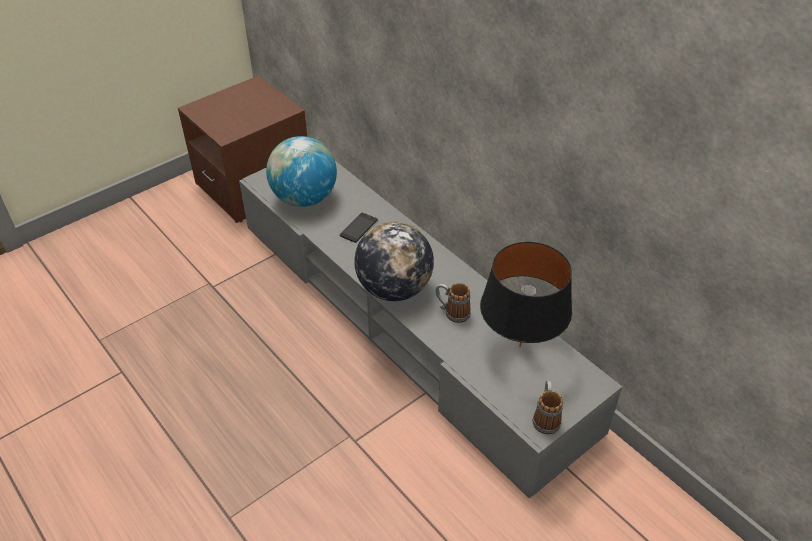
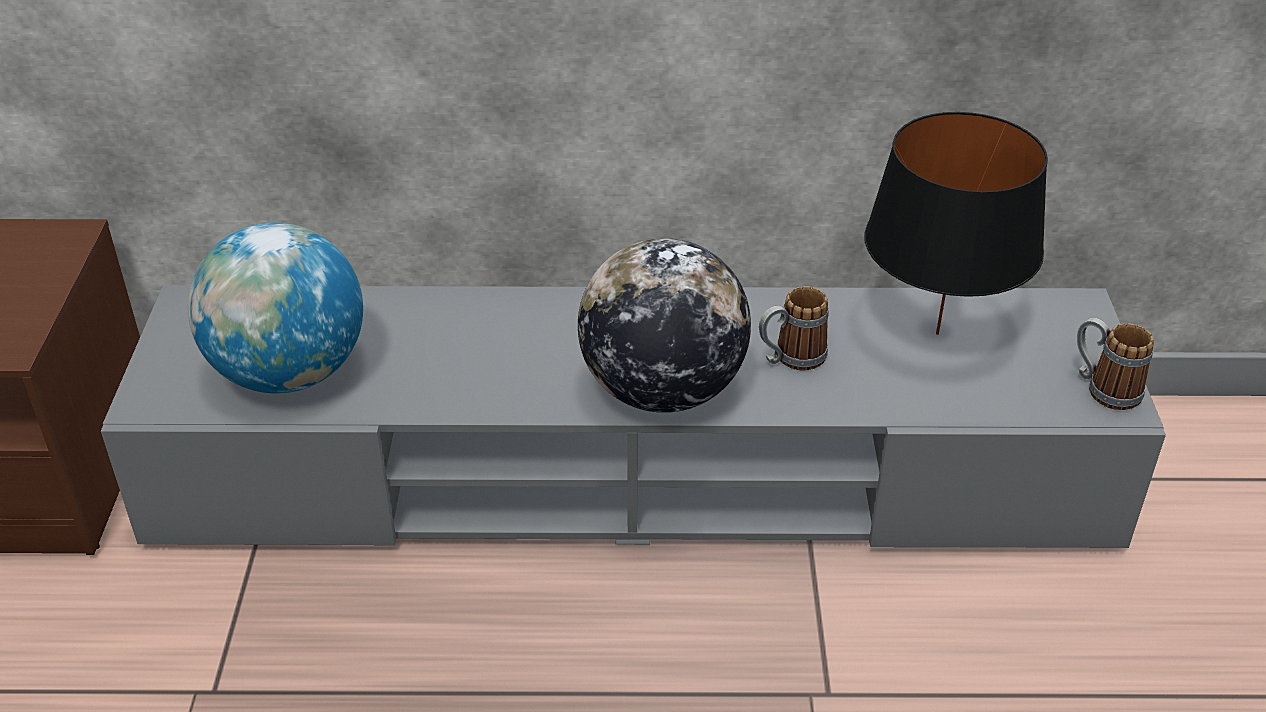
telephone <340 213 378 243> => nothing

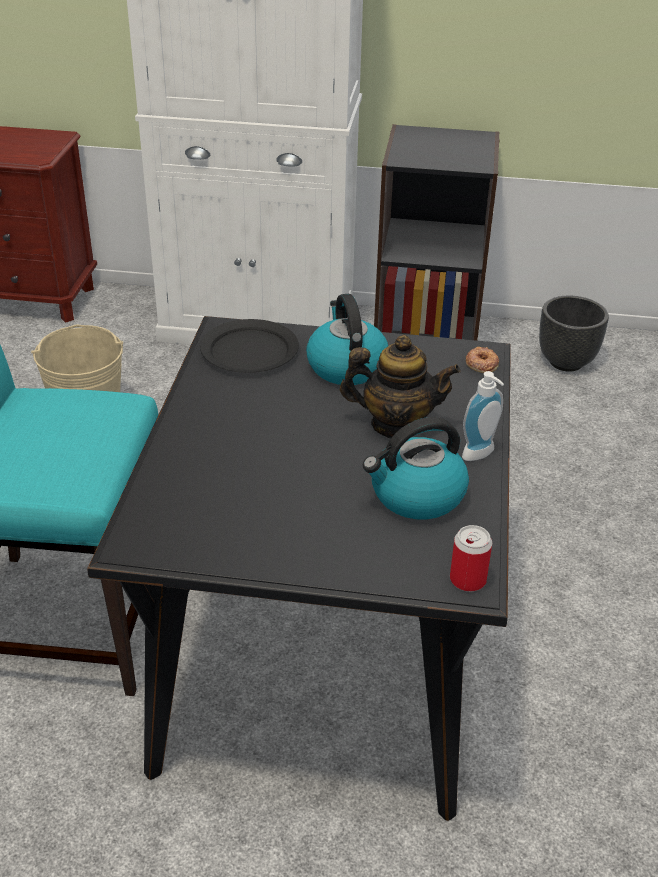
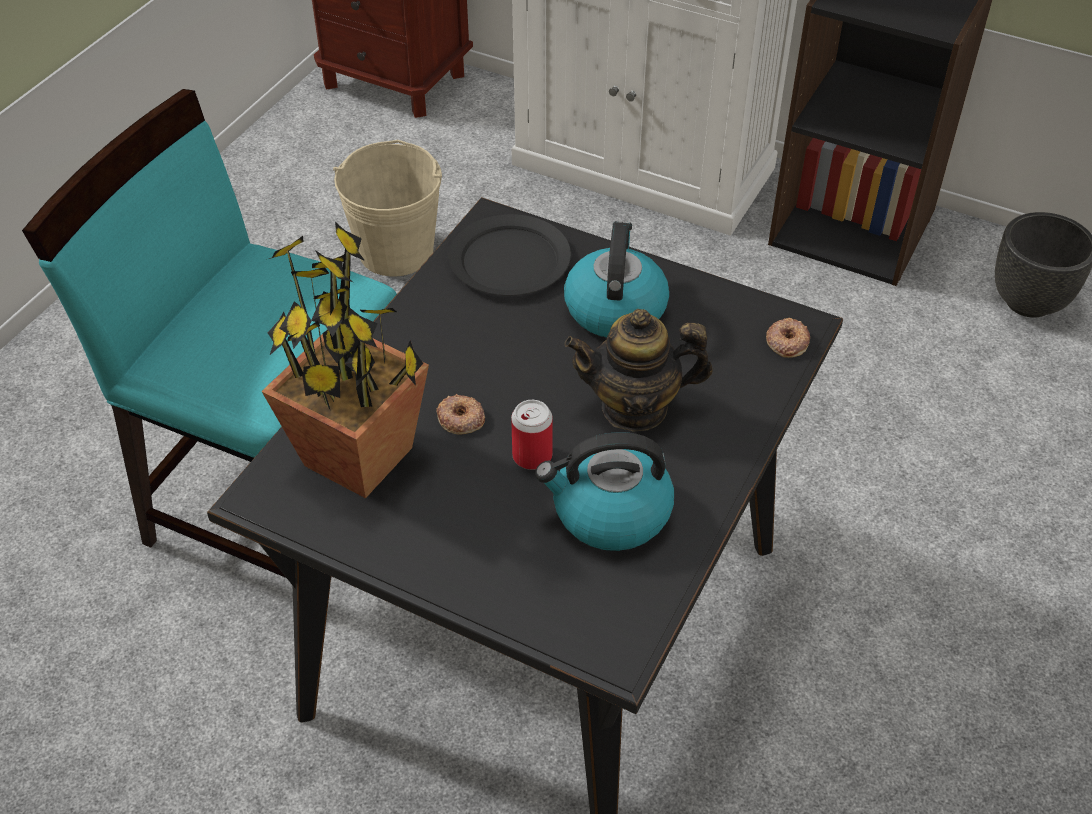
teapot <340 335 460 438> => teapot <564 309 713 432>, 150 degrees clockwise
soap dispenser <462 371 504 461> => nothing
can <450 525 492 592> => can <511 400 553 470>, relocated
nothing => plant in a pot <262 222 429 498>
nothing => ring doughnut <436 394 485 434>

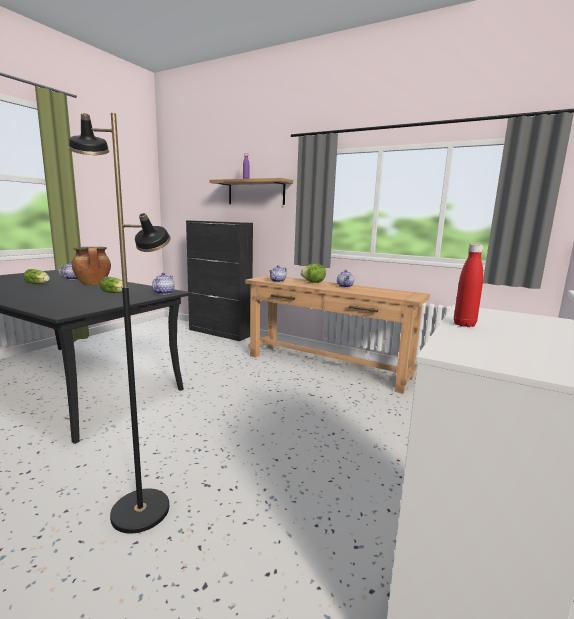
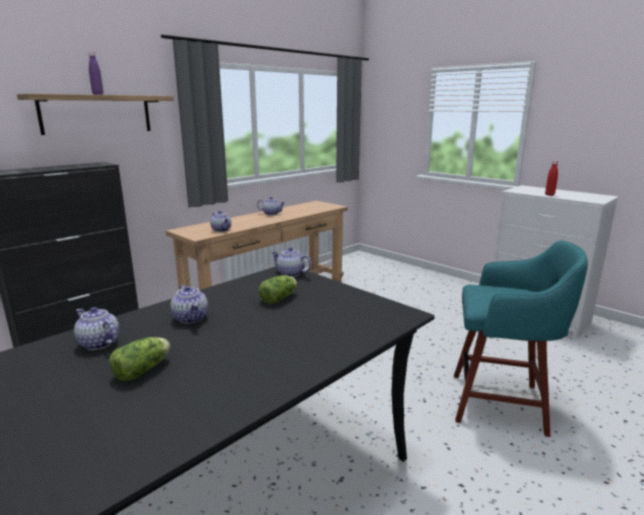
floor lamp/black <68 113 171 534> => stool/turquoise <454 240 588 437>
cooking pot <72 247 111 286> => teapot <170 285 208 324>
lettuce <301 263 326 283> => nothing

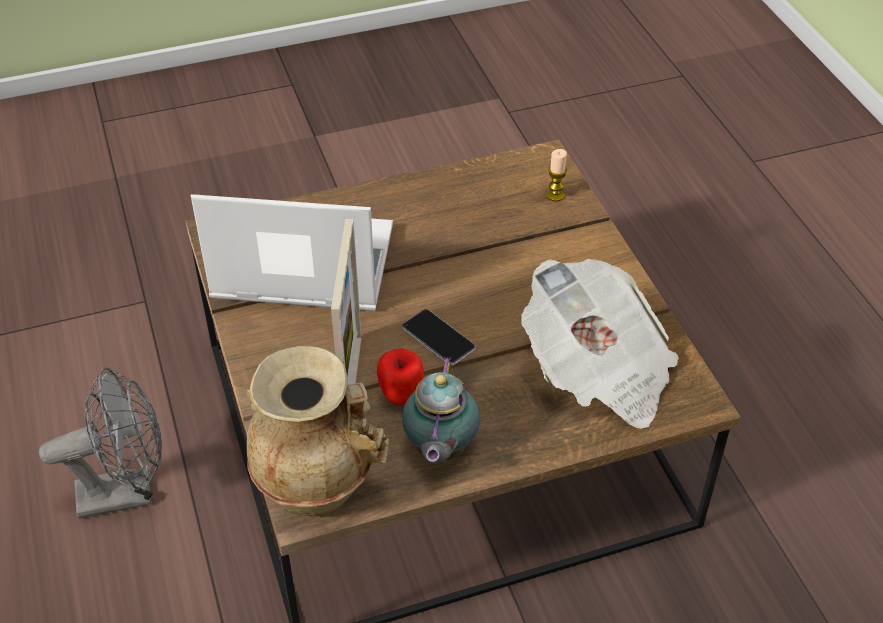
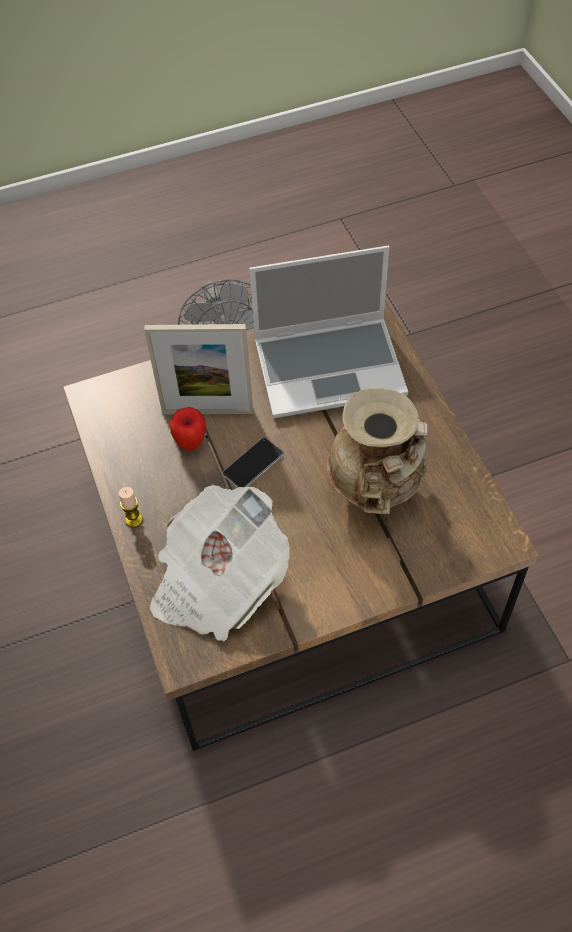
wax candle <546 149 567 202> => wax candle <119 487 143 527>, relocated
laptop <191 194 393 311> => laptop <249 246 408 418>, 75 degrees clockwise
vase/sand-coloured <246 346 389 517> => vase/sand-coloured <327 388 428 514>, relocated
teapot <402 357 480 464> => nothing

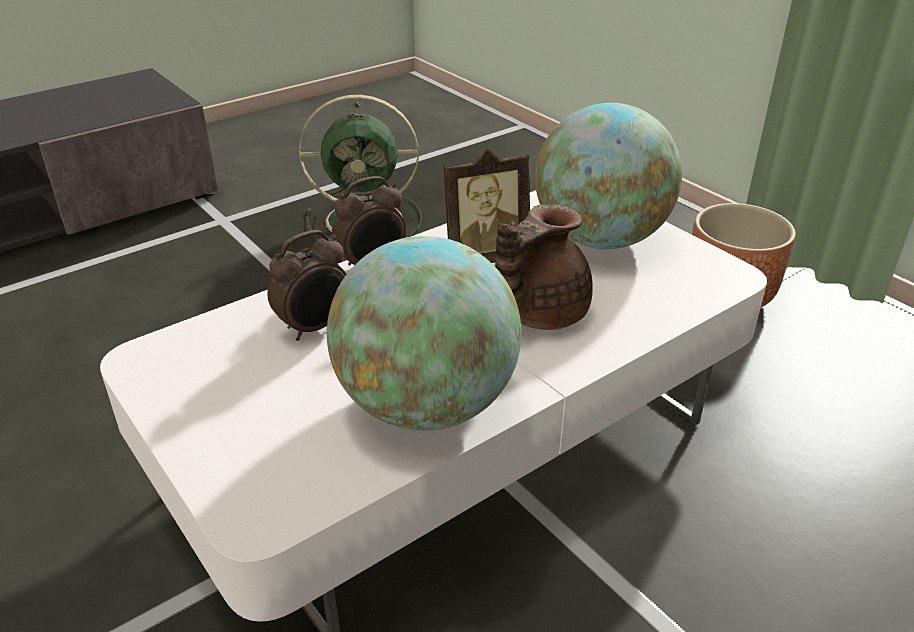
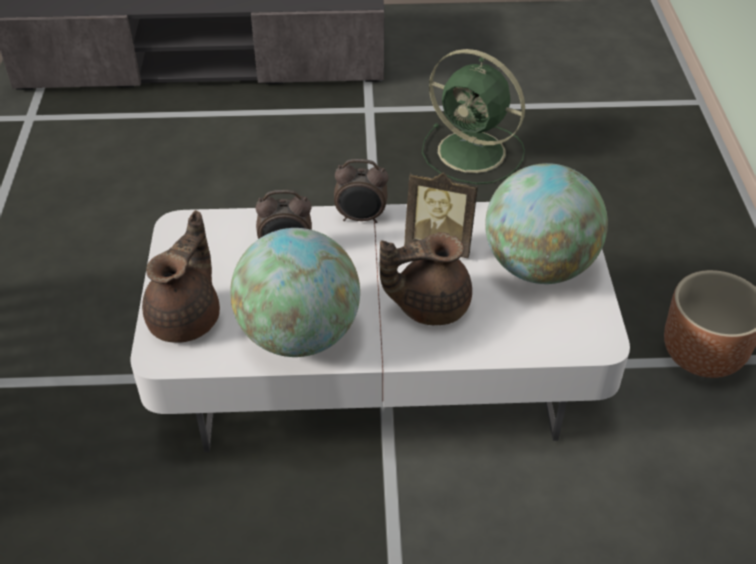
nothing => teapot/brown <142 210 220 343>

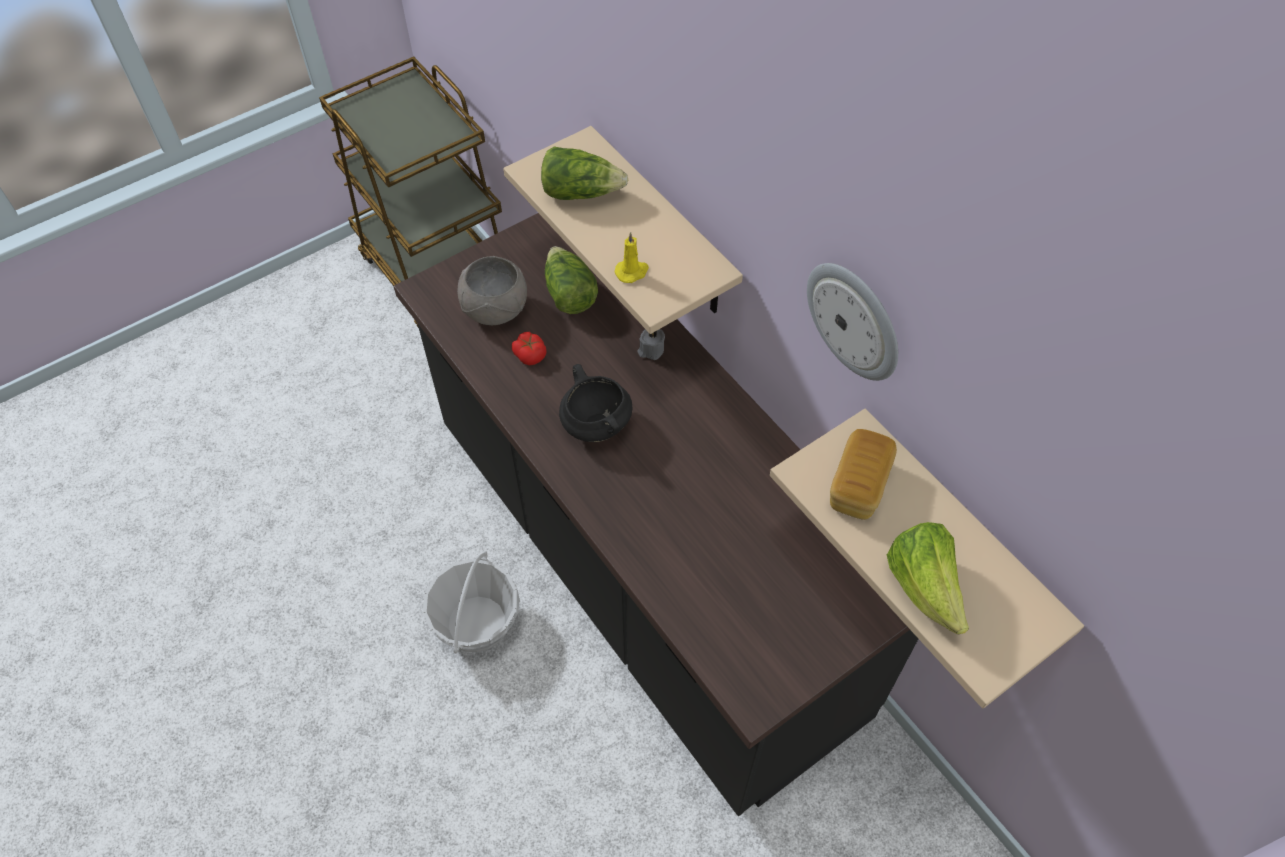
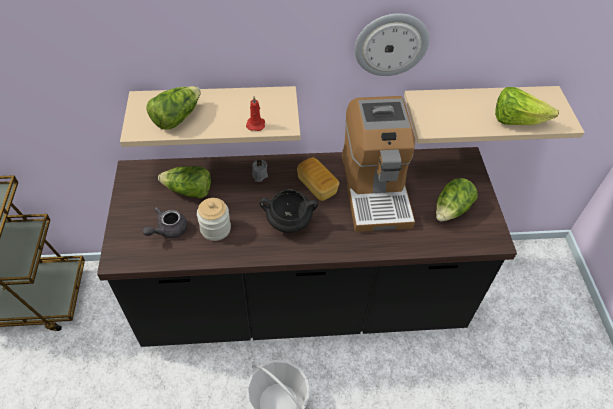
wax candle/yellow-coloured <615 232 649 283> => wax candle/red <246 96 265 131>
deep dish/gray <457 256 527 325> => teapot/gray <143 207 188 238>
tomato <512 332 547 365> => jar <197 198 231 241>
bakery bread <830 429 897 520> => bakery bread <297 157 339 201>, relocated
nothing => coffee machine <342 96 415 232>
nothing => lettuce <436 178 478 222>

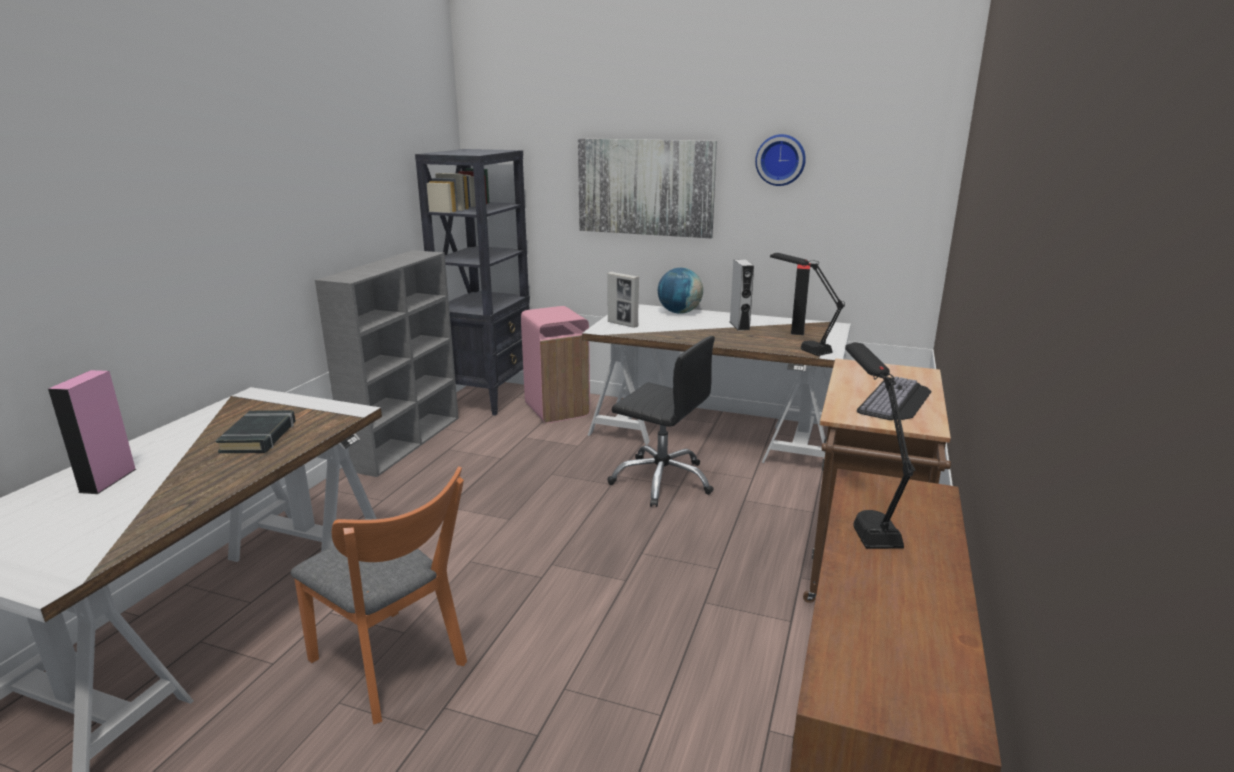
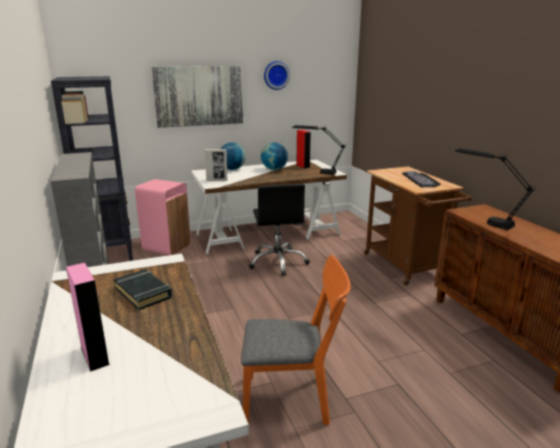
loudspeaker/gray <730 259 754 331> => world globe <261 143 288 170>
office chair/black <607 336 715 507> => office chair/black <249 184 310 276>, 90 degrees clockwise

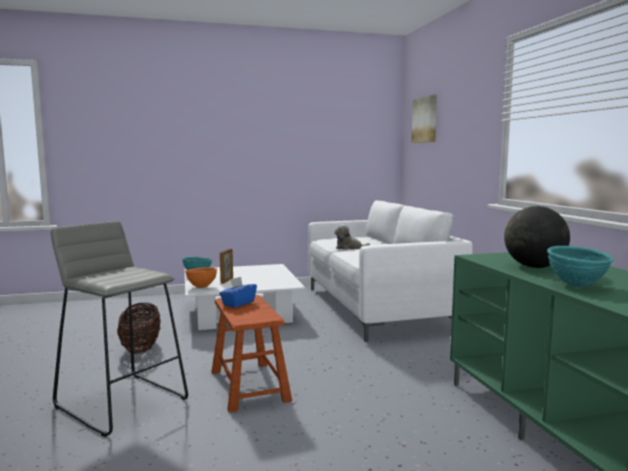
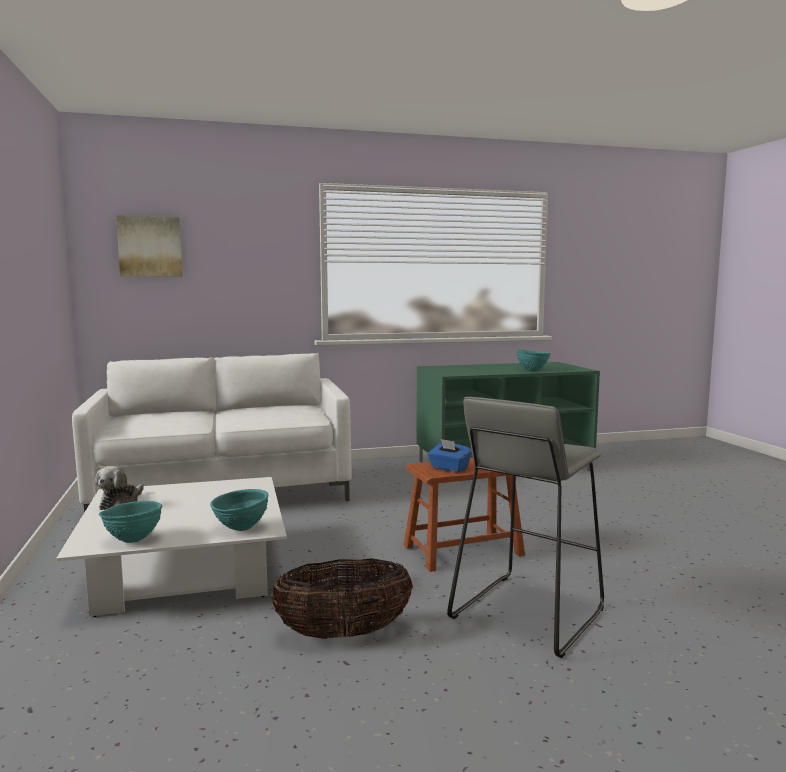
world globe <504 206 570 268> => nothing
plush toy <334 224 370 250> => plush toy <95 466 144 510>, relocated
picture frame <220 248 233 284> => nothing
deep dish/orange-coloured <185 267 217 288> => deep dish/turquoise <210 489 268 531>

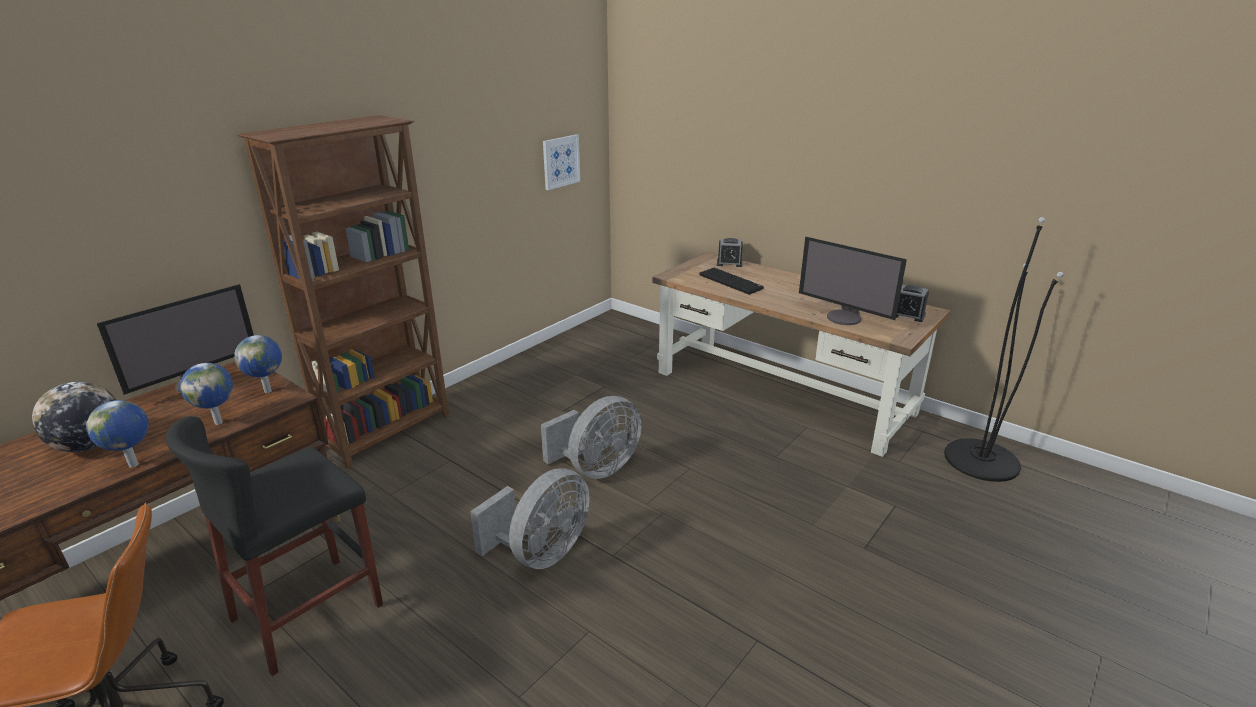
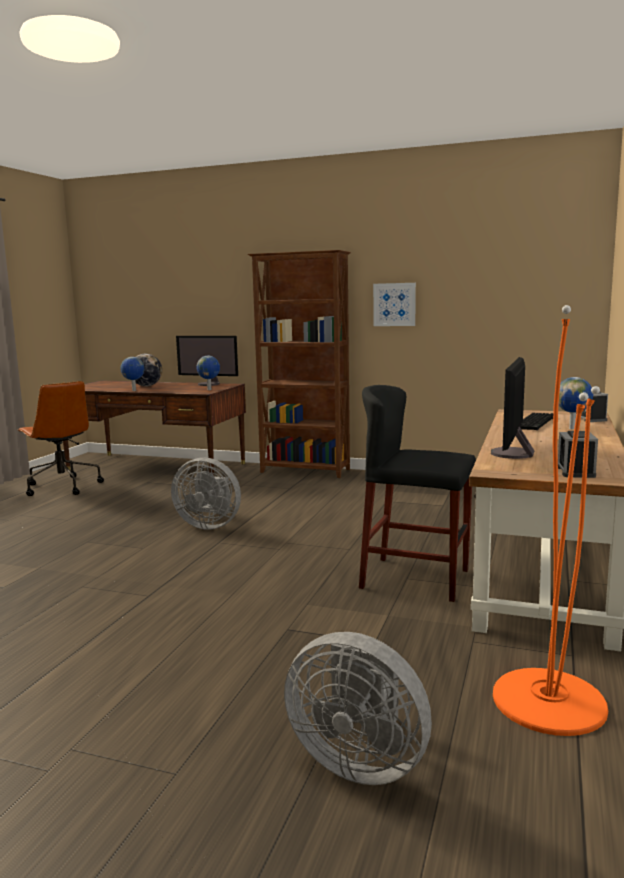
wall picture <543 134 580 190> => wall picture <373 283 416 326>, relocated
floor lamp/black <944 217 1063 482> => floor lamp/orange-coloured <493 305 608 736>
world globe <180 363 233 425> => world globe <558 377 593 429>, relocated
cooling fan/gray <541 396 642 479> => cooling fan/gray <284 632 432 785>, relocated
stool/black <165 416 383 676> => stool/black <359 385 476 602>, relocated

